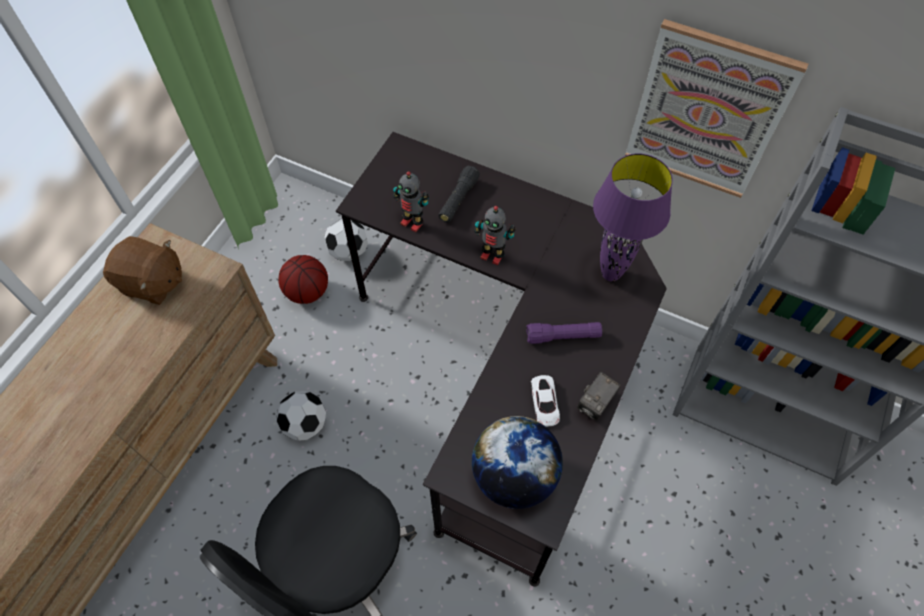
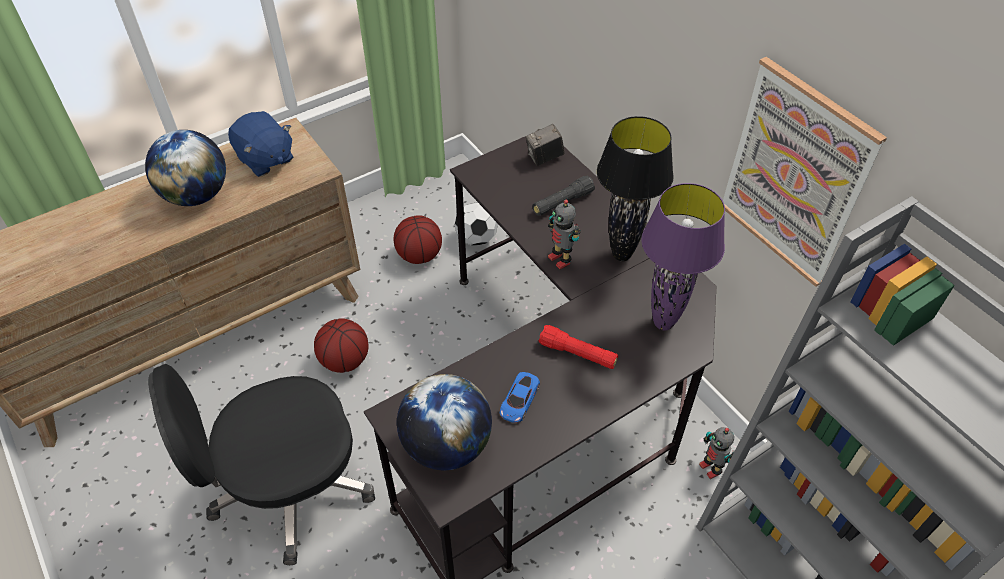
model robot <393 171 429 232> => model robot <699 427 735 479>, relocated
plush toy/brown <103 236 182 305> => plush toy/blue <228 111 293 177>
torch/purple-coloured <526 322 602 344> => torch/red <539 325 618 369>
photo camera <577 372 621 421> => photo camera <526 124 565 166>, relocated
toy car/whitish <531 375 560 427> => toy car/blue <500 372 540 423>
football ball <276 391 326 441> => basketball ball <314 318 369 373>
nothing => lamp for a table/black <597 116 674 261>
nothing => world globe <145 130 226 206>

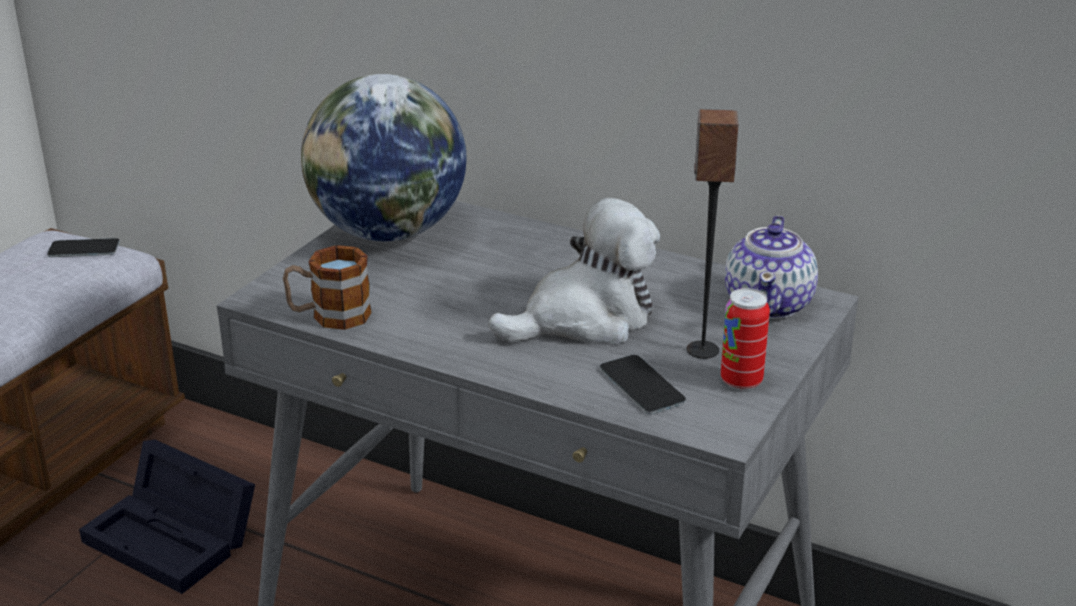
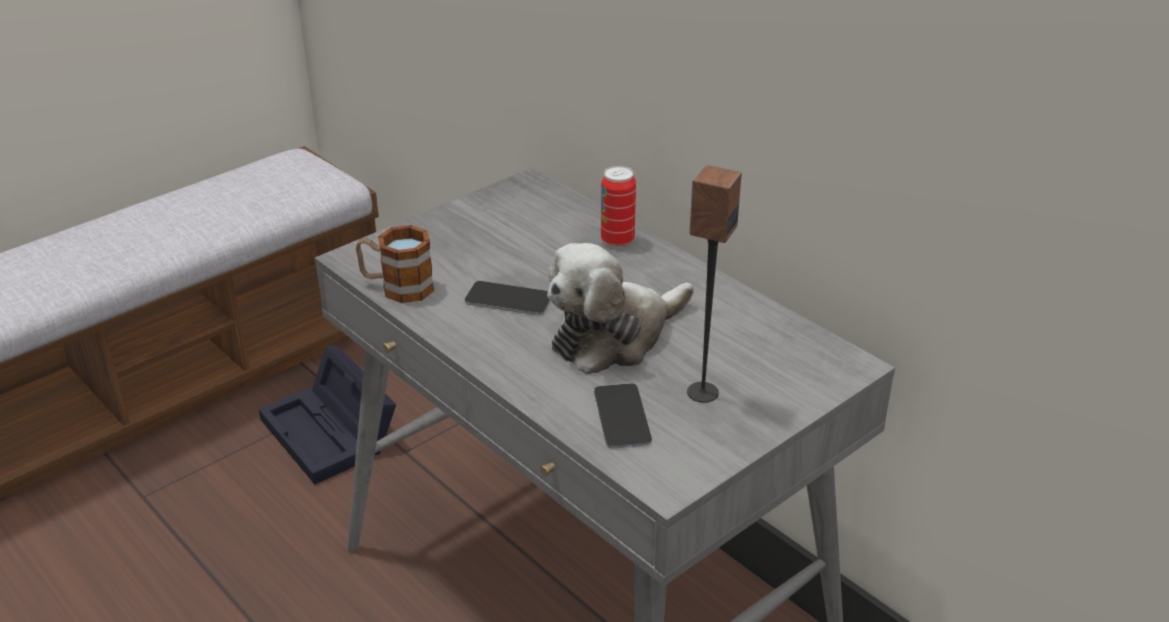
world globe <301 74 466 241> => nothing
plush toy <488 197 660 344> => plush toy <547 243 694 375>, 150 degrees clockwise
teapot <725 215 818 319> => nothing
telephone <47 238 120 257> => telephone <465 281 551 315>, relocated
can <721 288 770 390> => can <601 166 636 248>, relocated

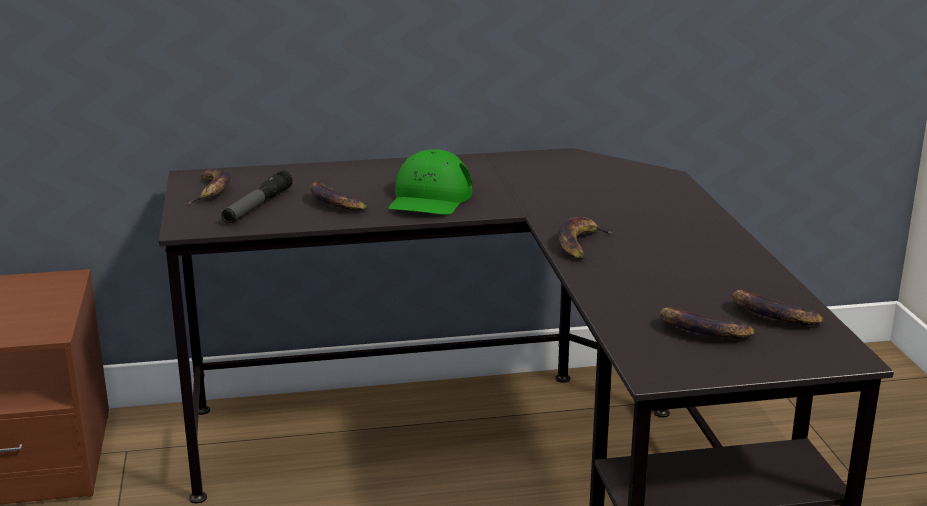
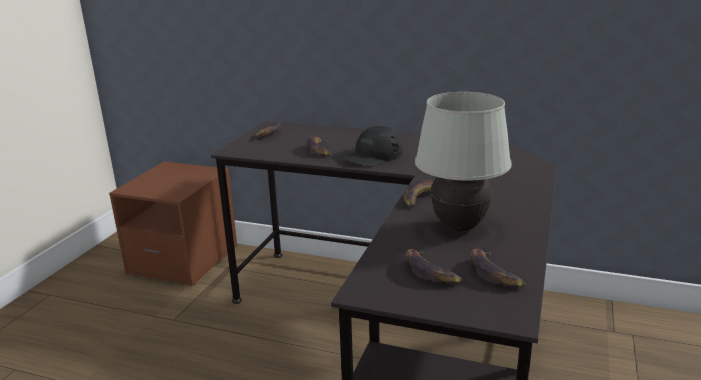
cap/green-coloured <388 149 472 215> => cap/black <341 126 403 166>
torch <221 171 293 223> => nothing
nothing => lamp for a table/whitish <415 92 512 232>

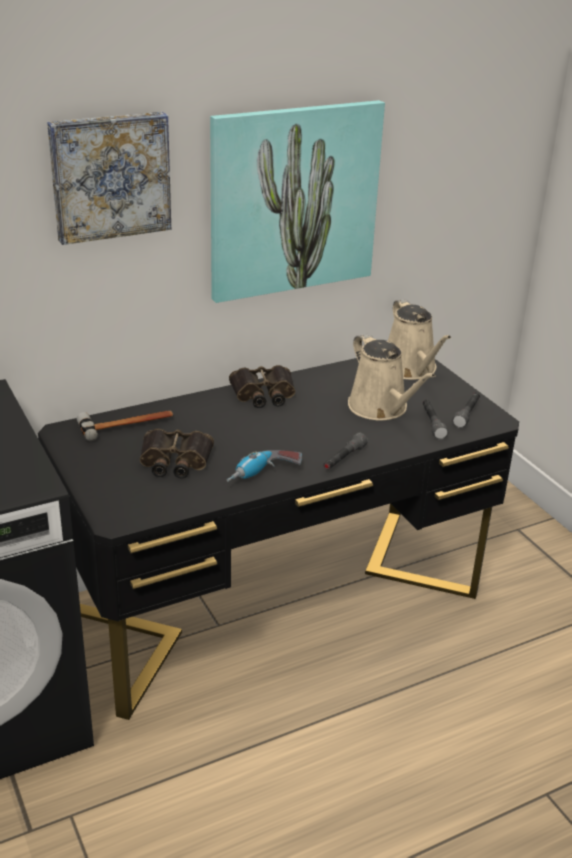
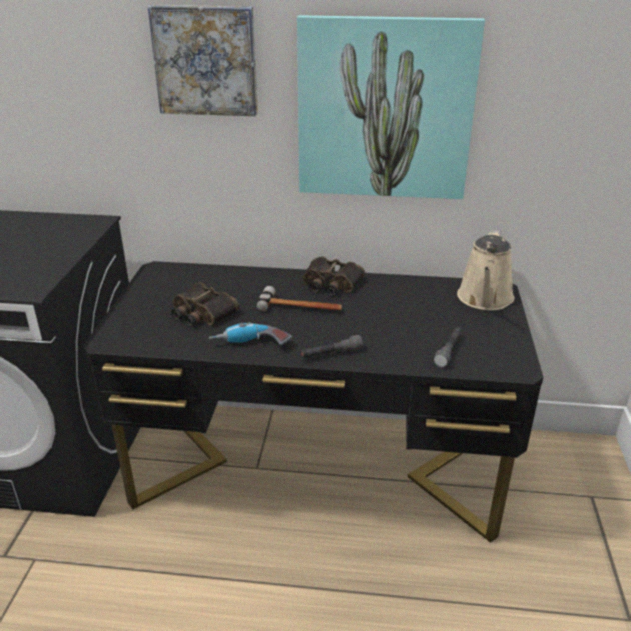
watering pot/sand-coloured <348 333 436 420> => nothing
torch/gray <452 392 480 428> => nothing
hammer <77 410 173 441> => hammer <257 286 342 311>, relocated

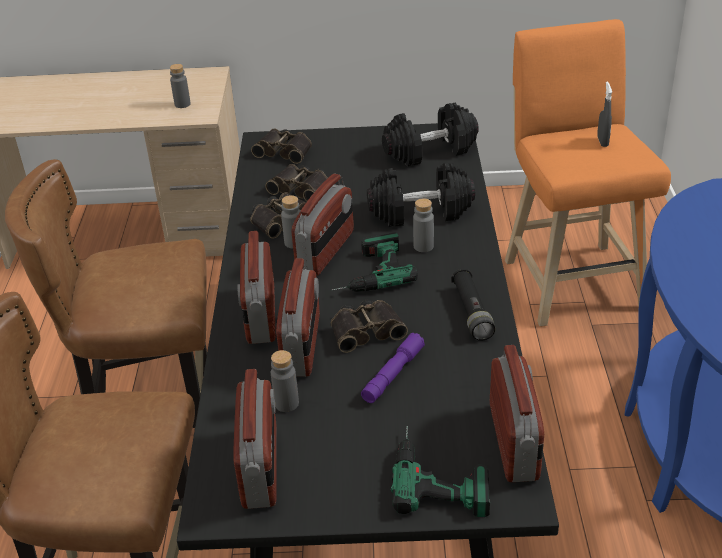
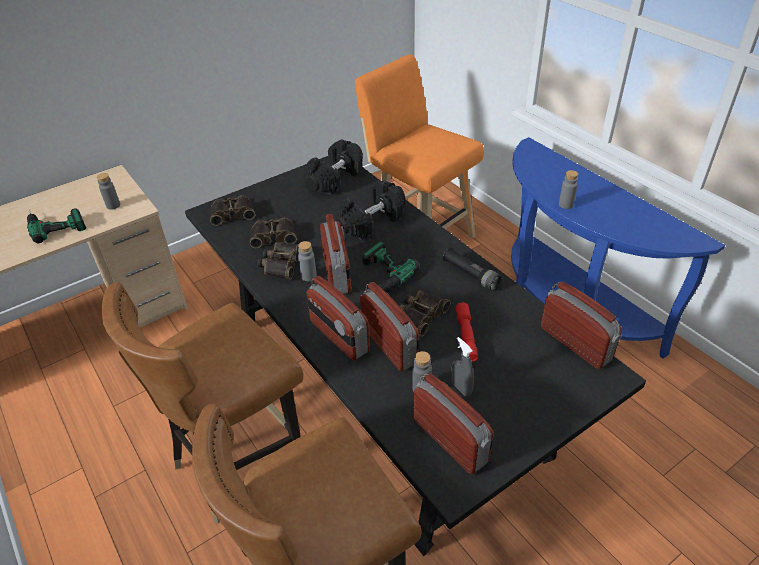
hand sprayer/gray <597 81 612 147> => hand sprayer/gray <451 337 474 396>, relocated
drink bottle/gray <413 198 434 252> => drink bottle/gray <559 170 578 209>, relocated
torch/purple-coloured <361 333 425 403> => torch/red <455 302 478 362>
drill <391 426 490 517> => drill <27 208 86 243>, relocated

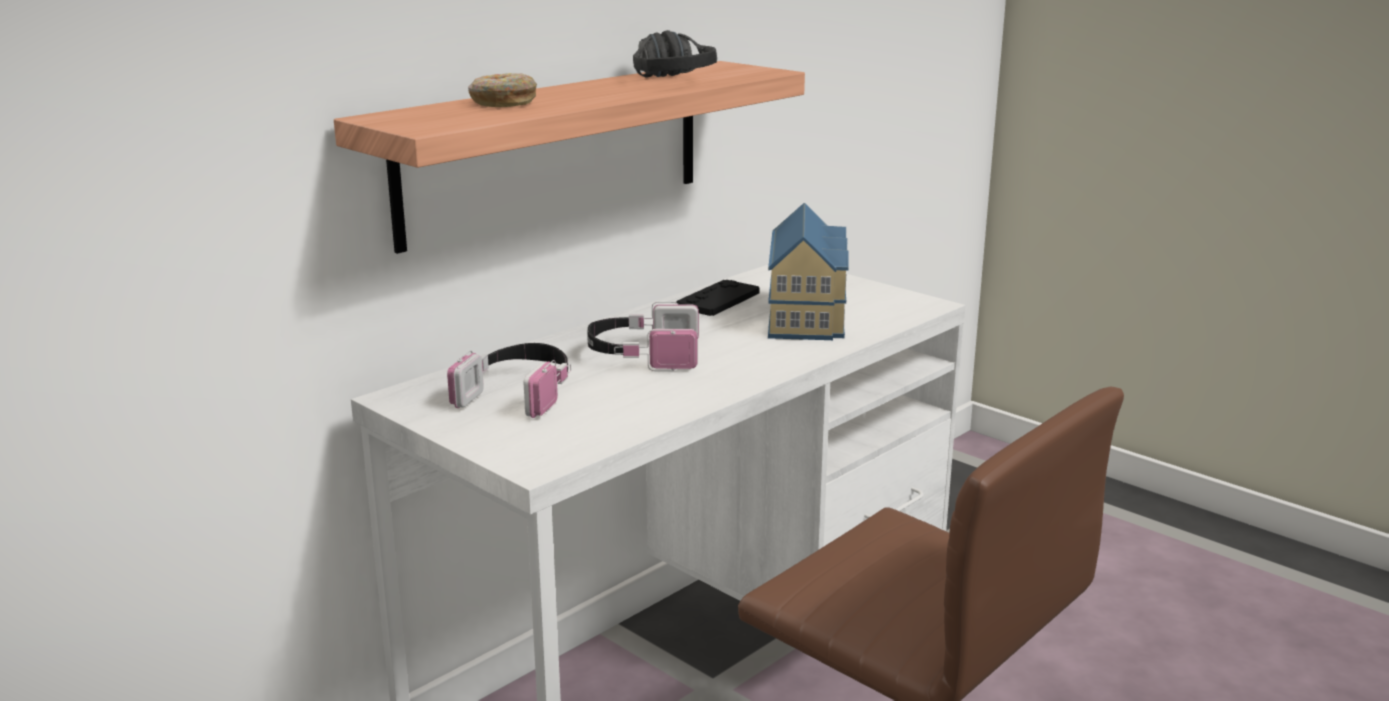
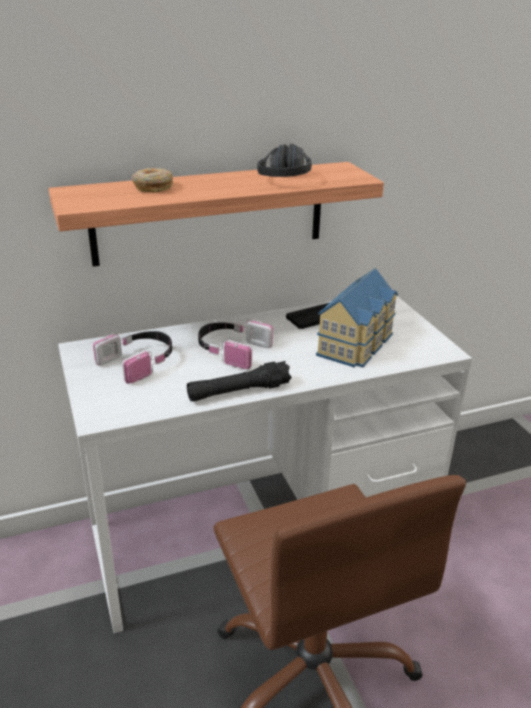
nothing => torch/black <187 361 292 402>

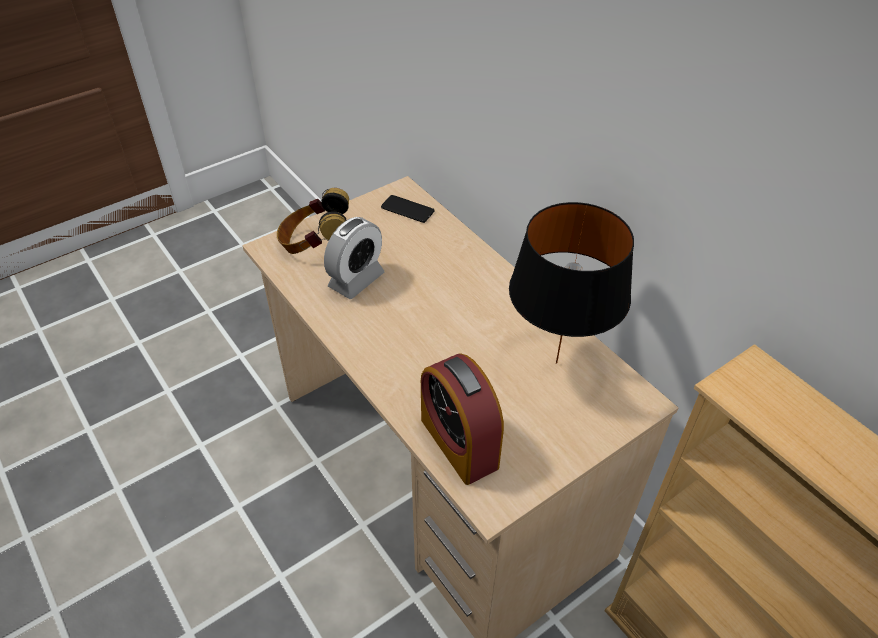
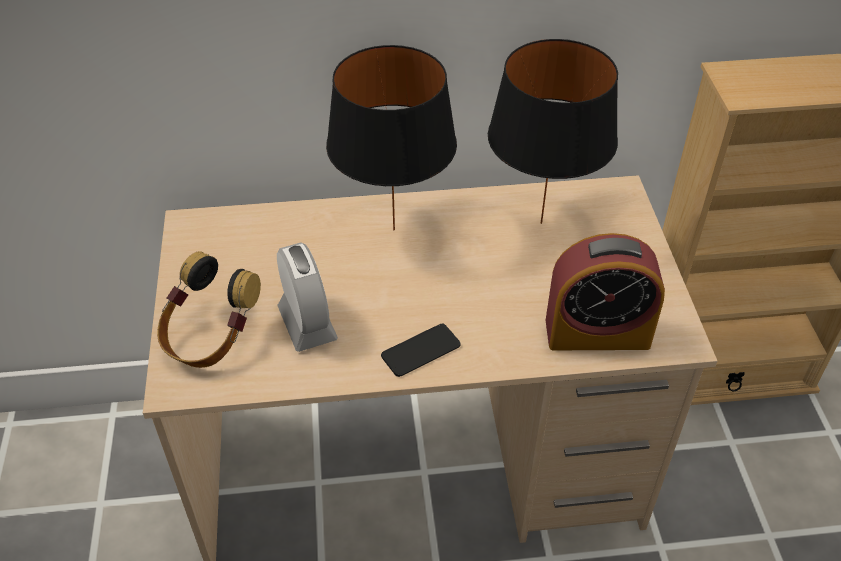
telephone <381 195 434 223> => telephone <381 323 461 377>, relocated
nothing => lamp for a table/black <326 45 457 231>

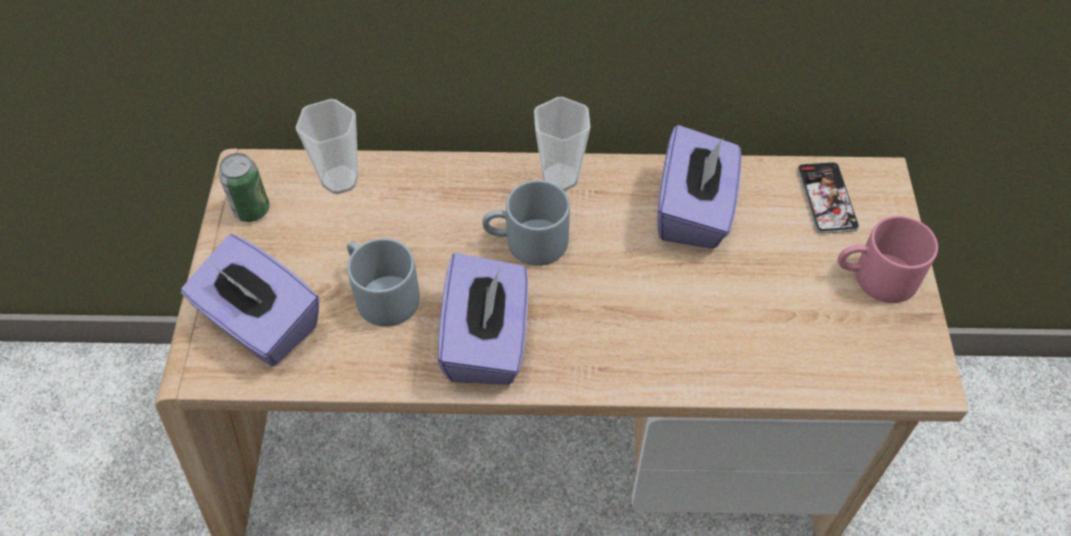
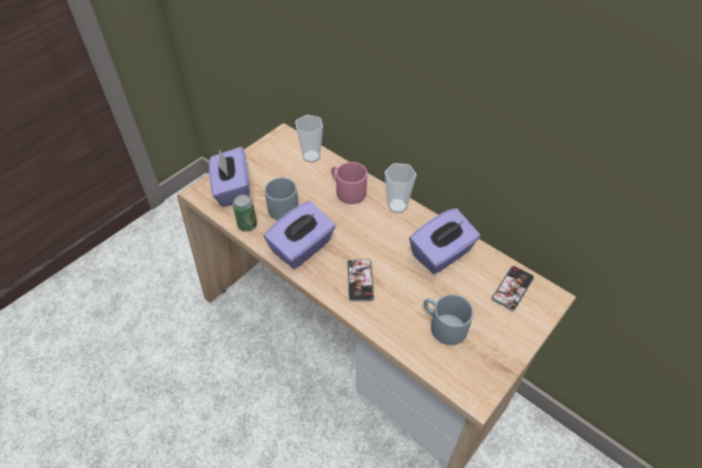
can <218 153 270 222> => can <233 194 257 231>, relocated
tea mug/gray <482 180 570 266> => tea mug/gray <423 294 473 345>, relocated
tea mug/pink-coloured <838 216 938 303> => tea mug/pink-coloured <331 162 367 204>, relocated
nothing => telephone <347 259 374 302>

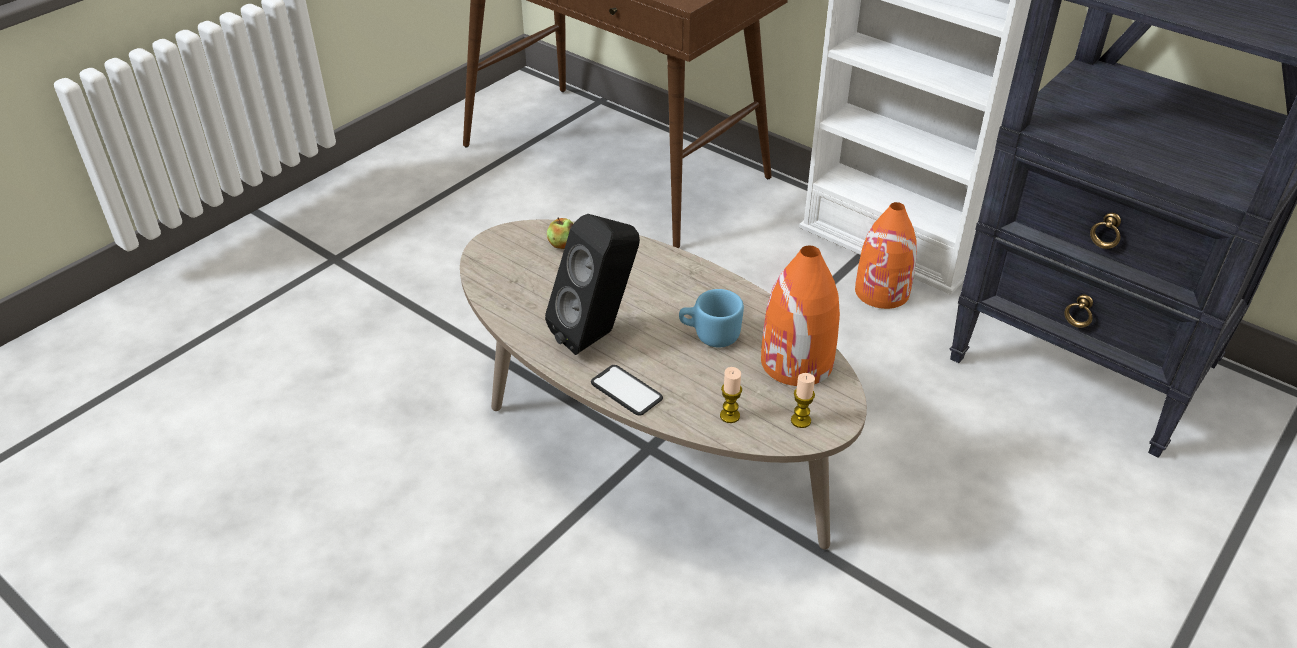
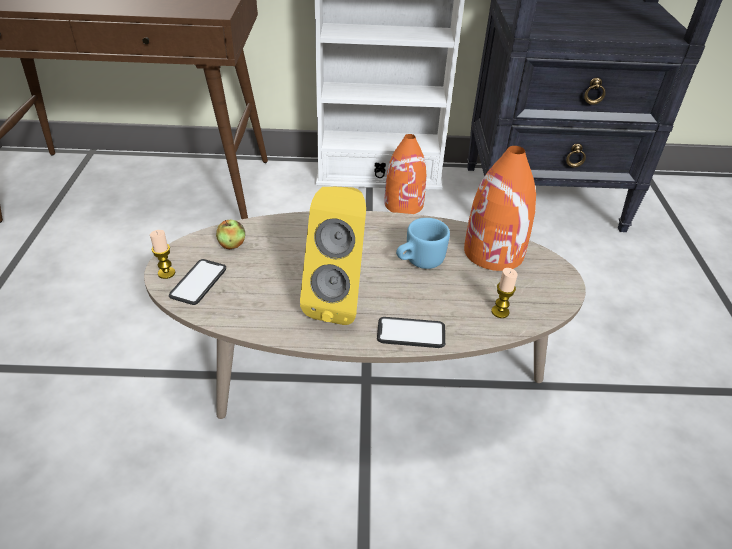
loudspeaker/black <545 214 640 355> => loudspeaker/yellow-coloured <300 187 366 325>
wax candle <791 373 815 428> => wax candle <150 230 175 279>, relocated
nothing => telephone <169 259 226 305>

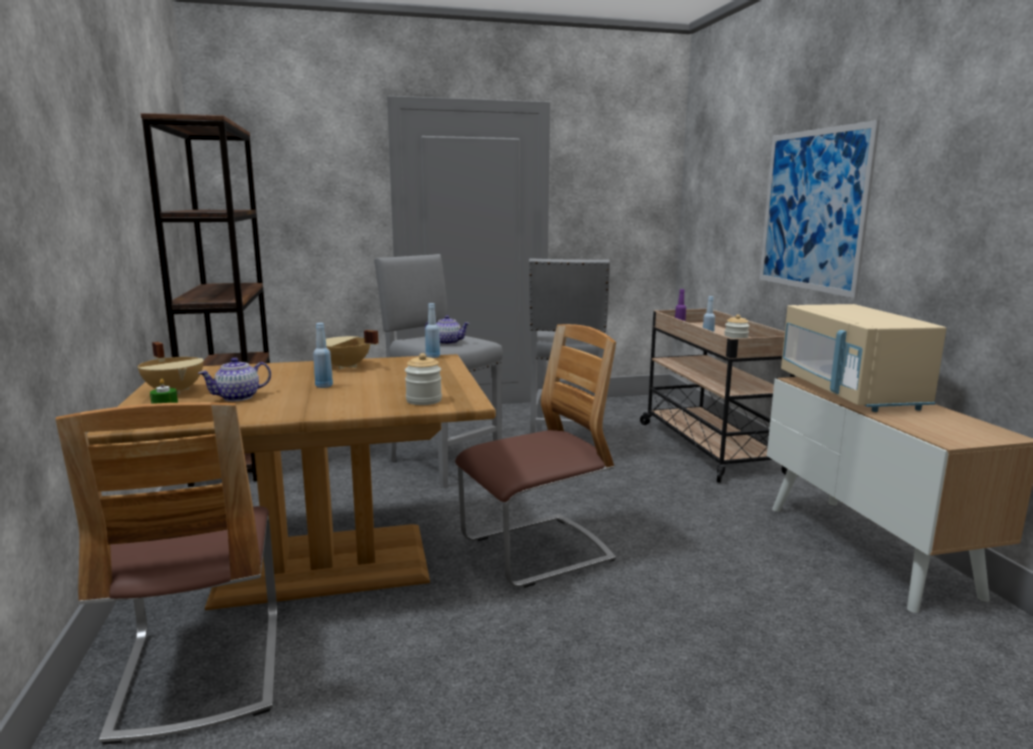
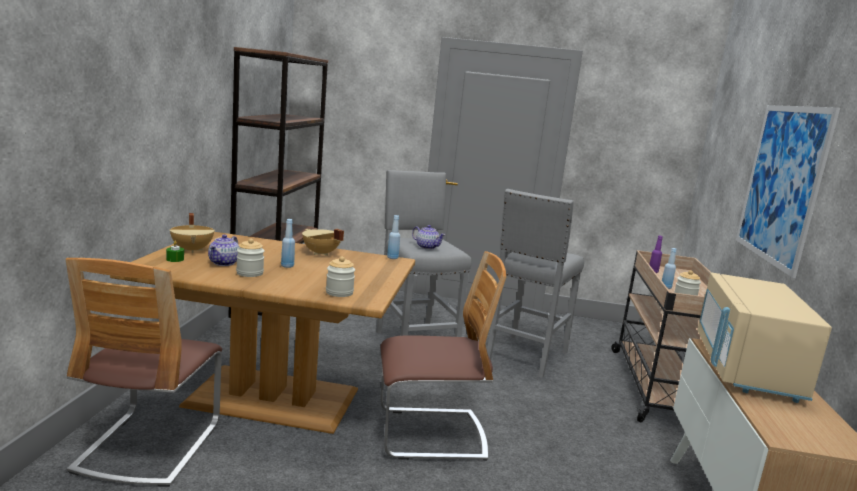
teapot <198 357 271 401> => teapot <208 234 239 266>, 60 degrees counterclockwise
nothing => jar <236 238 265 277>

